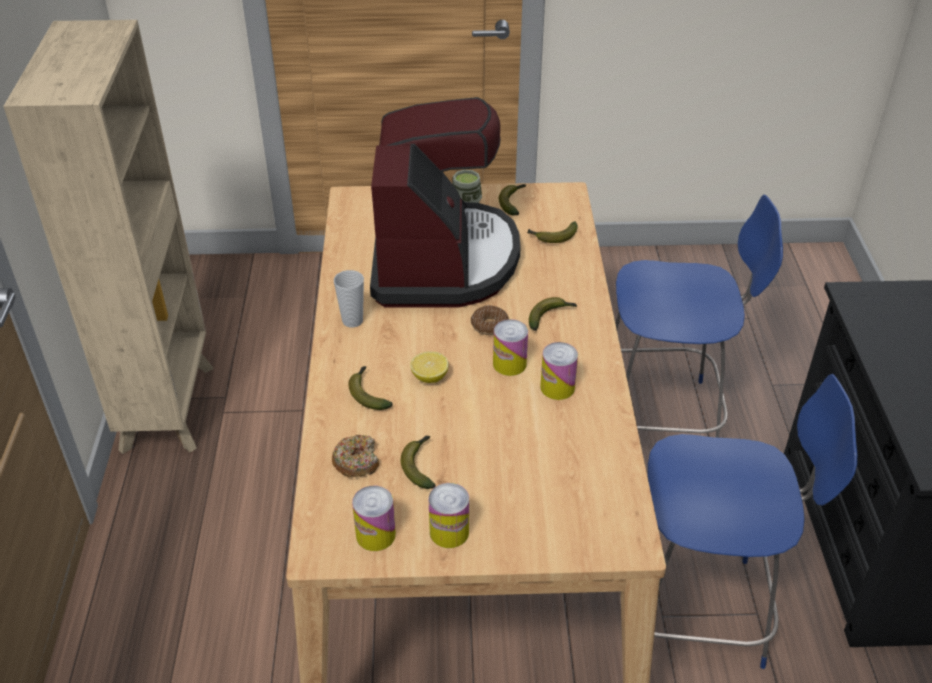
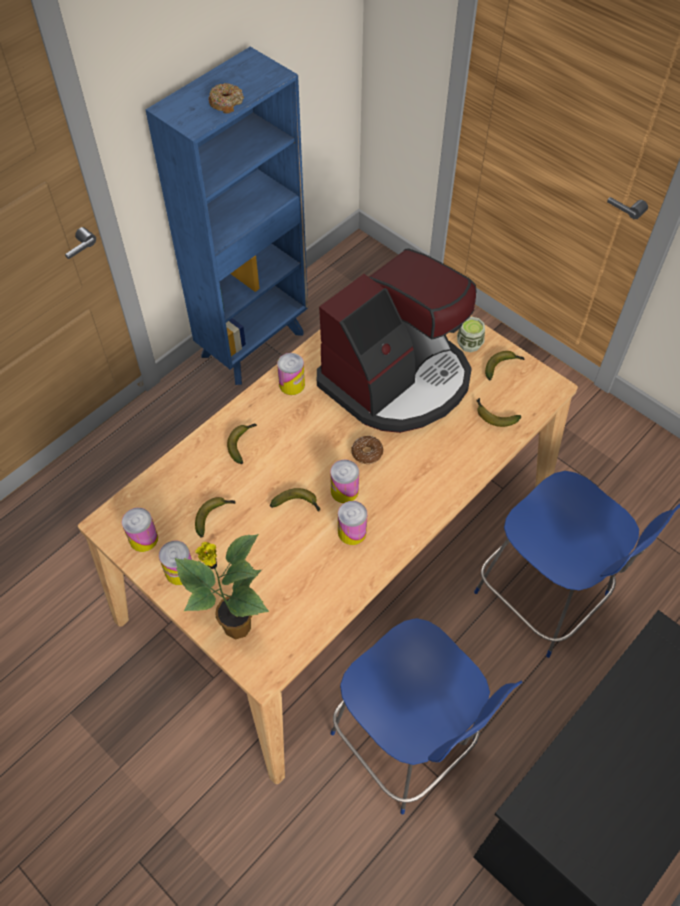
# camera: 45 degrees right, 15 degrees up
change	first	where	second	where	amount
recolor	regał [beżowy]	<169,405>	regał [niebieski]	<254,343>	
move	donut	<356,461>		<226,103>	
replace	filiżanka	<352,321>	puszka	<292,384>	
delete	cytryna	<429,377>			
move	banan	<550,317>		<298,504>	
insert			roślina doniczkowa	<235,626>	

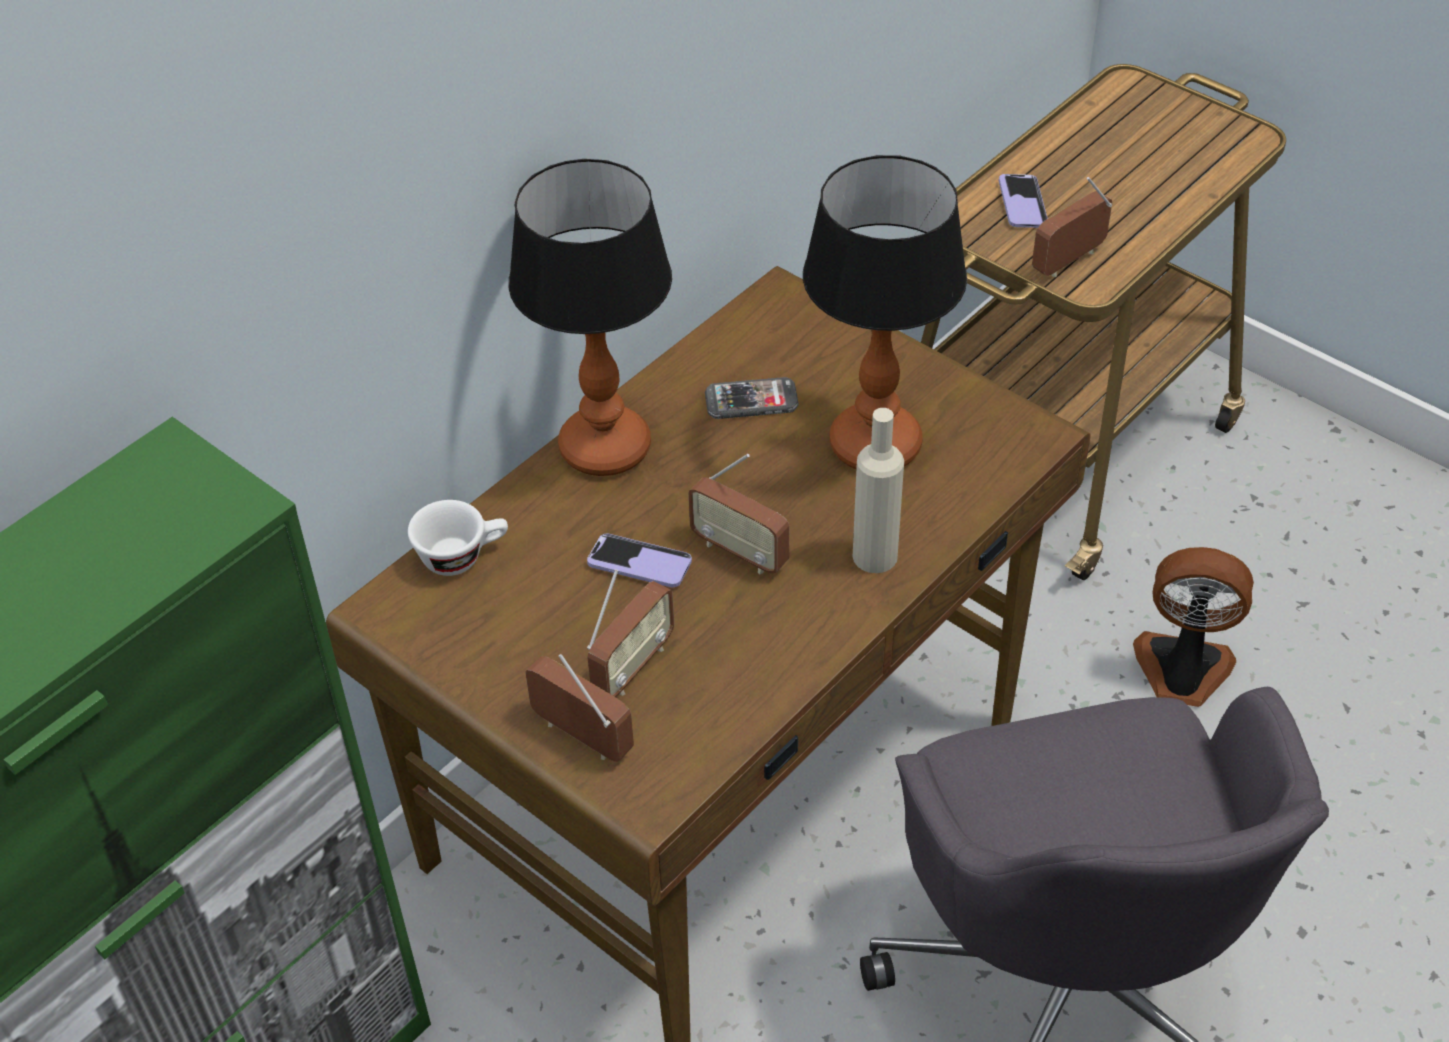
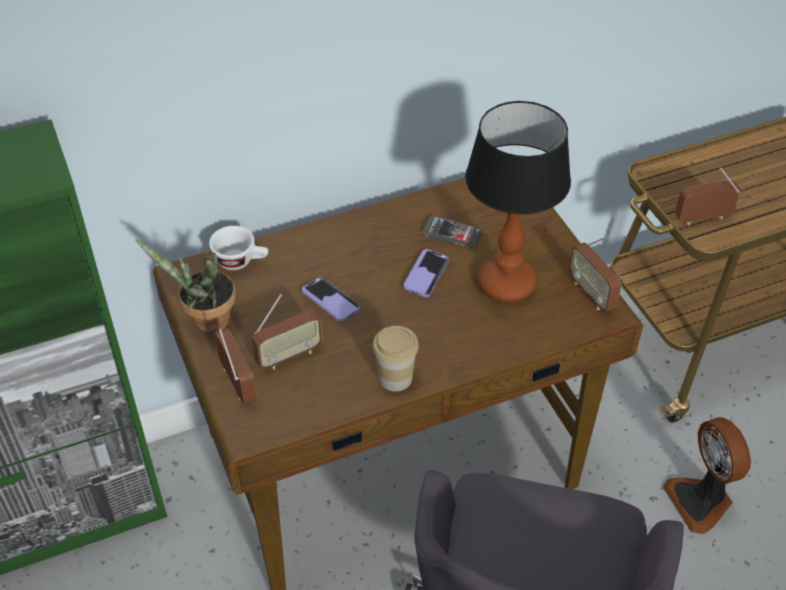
# camera: 25 degrees right, 0 degrees up
change	first	where	second	where	amount
delete	lampa stołowa	<605,449>			
move	radio	<740,552>		<591,294>	
delete	butelka [beżowy]	<875,556>			
move	telefon	<1022,203>		<426,274>	
rotate	wentylator	<1181,672>		<701,501>	150 degrees counterclockwise
insert			roślina doniczkowa	<206,322>	
insert			filiżanka	<395,378>	

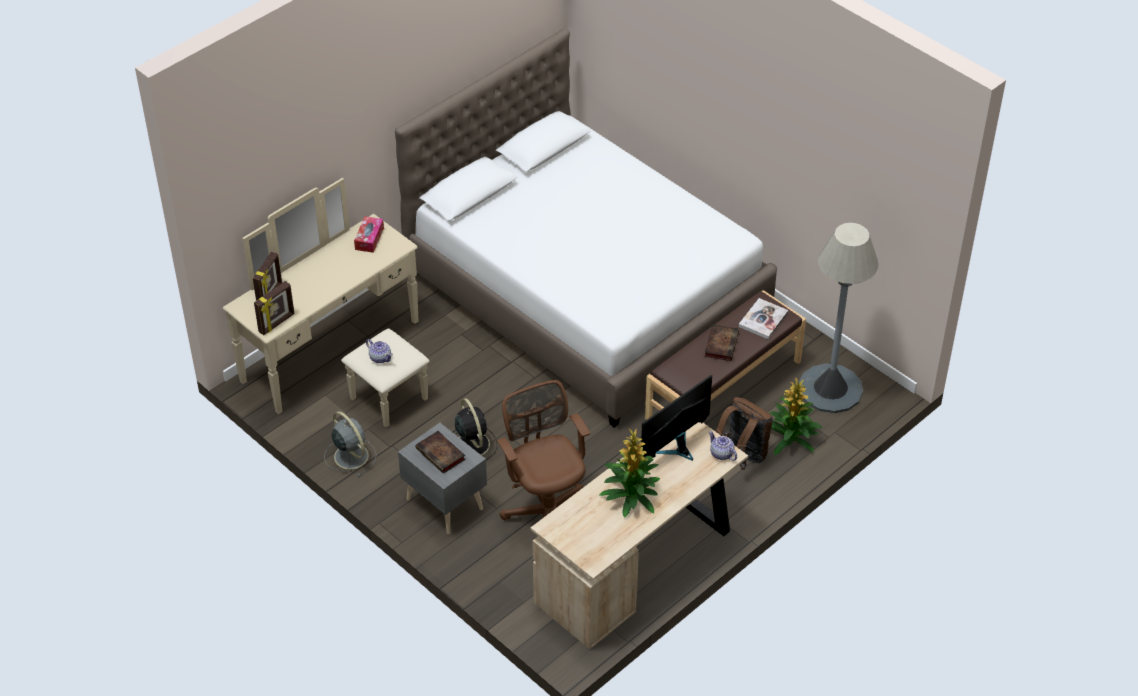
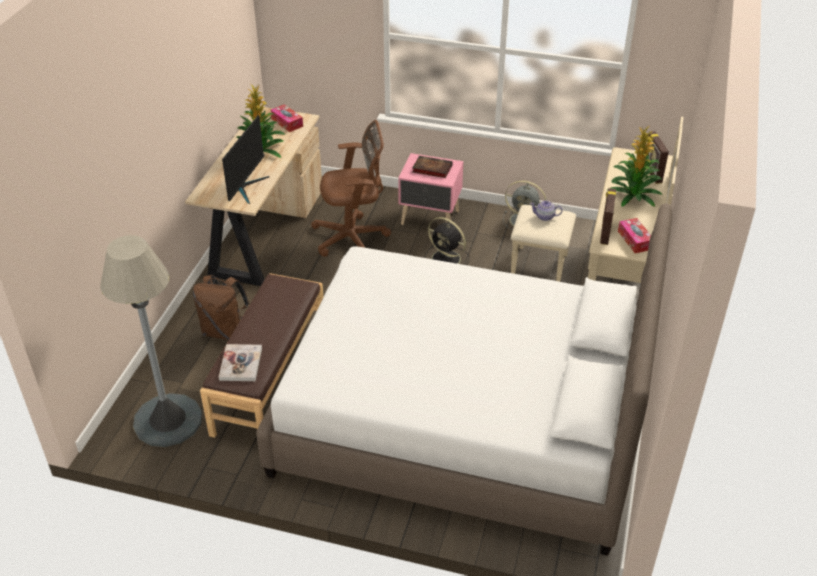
# camera: 150 degrees right, 5 degrees down
change	first	where	second	where	amount
move	ramka na zdjęcie	<277,323>		<604,232>	
recolor	szafka nocna [szary]	<445,502>	szafka nocna [różowy]	<430,219>	
rotate	krzesło biurowe [brązowy]	<546,513>		<353,238>	45 degrees counterclockwise
delete	książka	<721,344>			
delete	imbryk	<721,454>			
move	roślina doniczkowa	<791,437>		<633,195>	
insert			pudełko chusteczek	<287,122>	

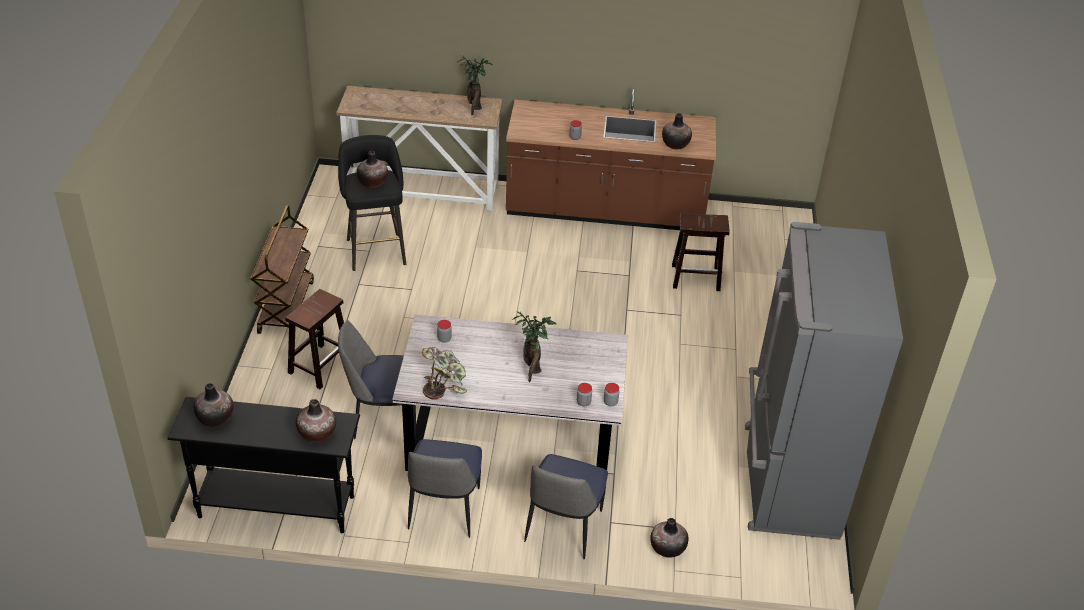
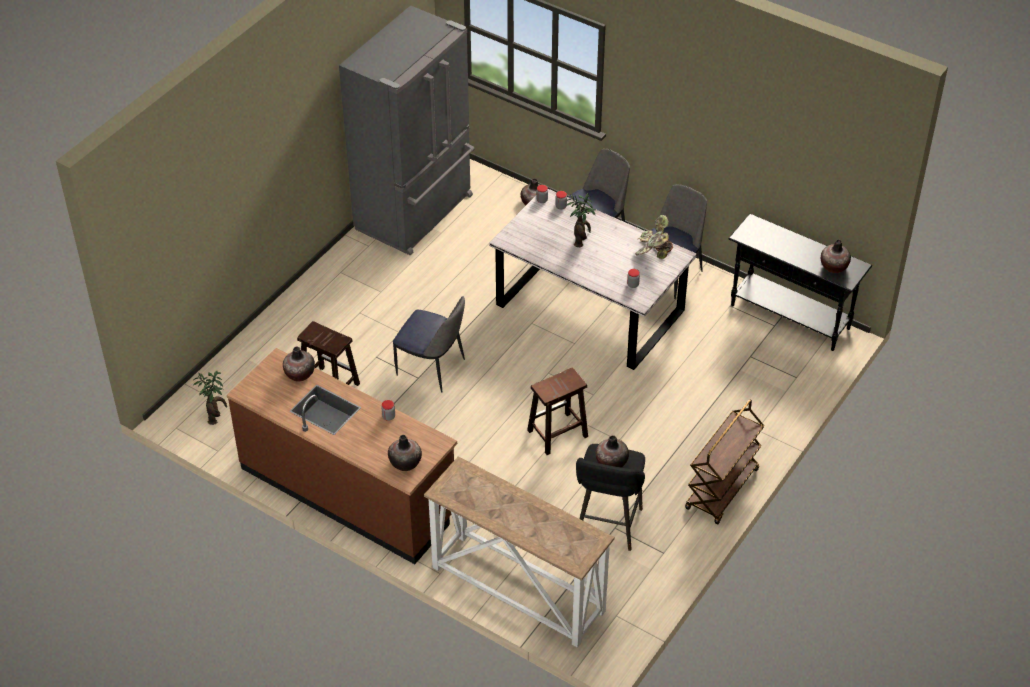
# camera: 150 degrees left, 5 degrees up
change	first	where	second	where	amount
move	stołek [brązowy]	<321,365>		<557,434>	
move	wazon	<317,433>		<405,463>	
move	krzesło	<383,417>		<432,368>	
move	roślina doniczkowa	<474,107>		<216,416>	

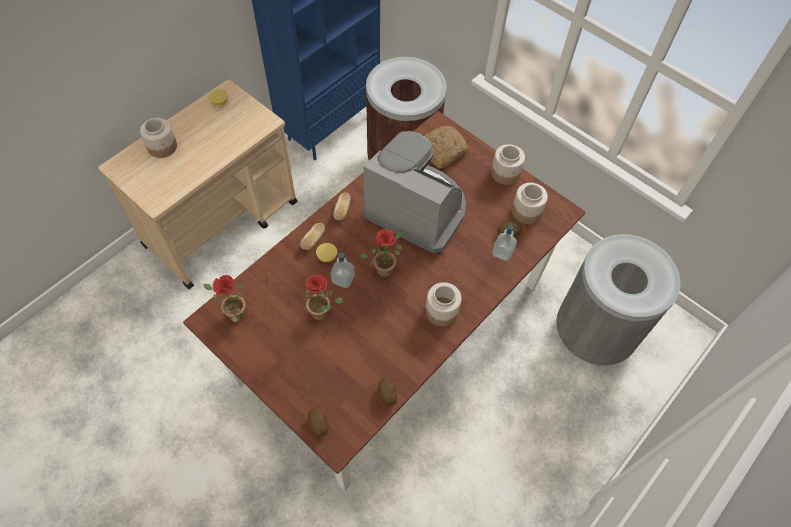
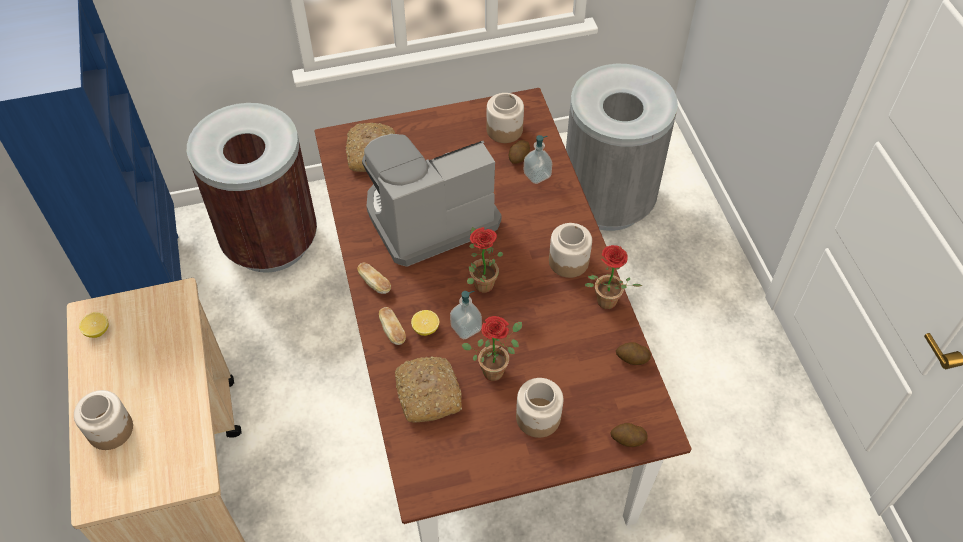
# camera: 55 degrees left, 5 degrees down
change	first	where	second	where	amount
move	roślina doniczkowa	<233,314>		<604,304>	
move	słoik	<505,173>		<538,417>	
insert			chleb	<427,393>	

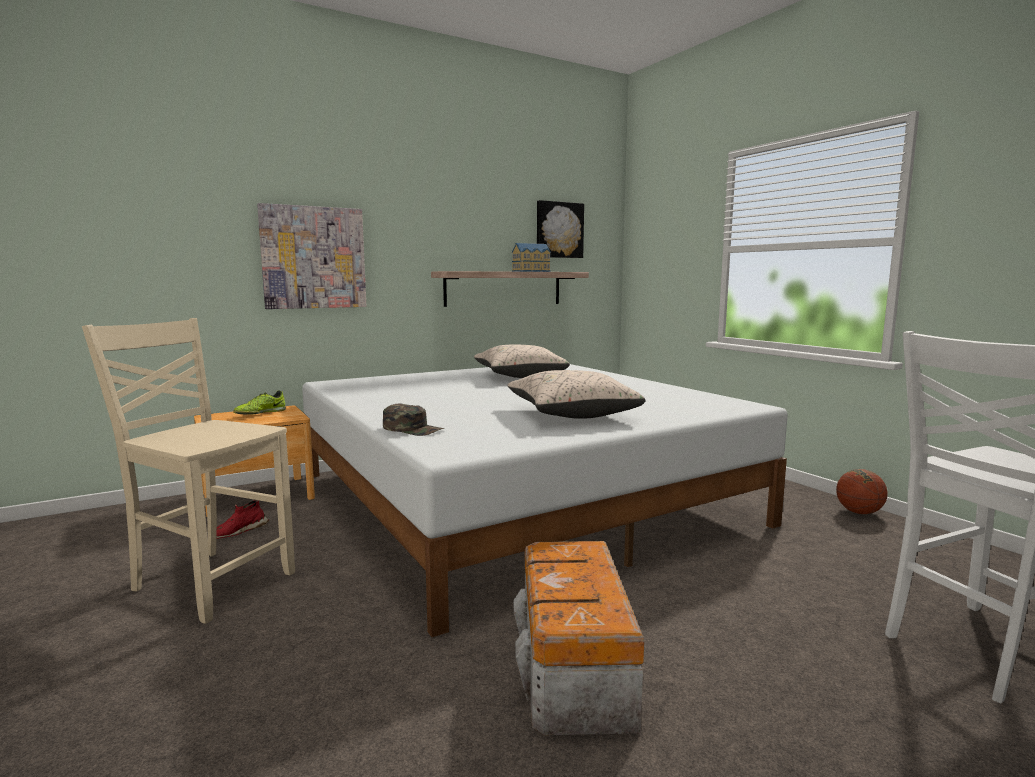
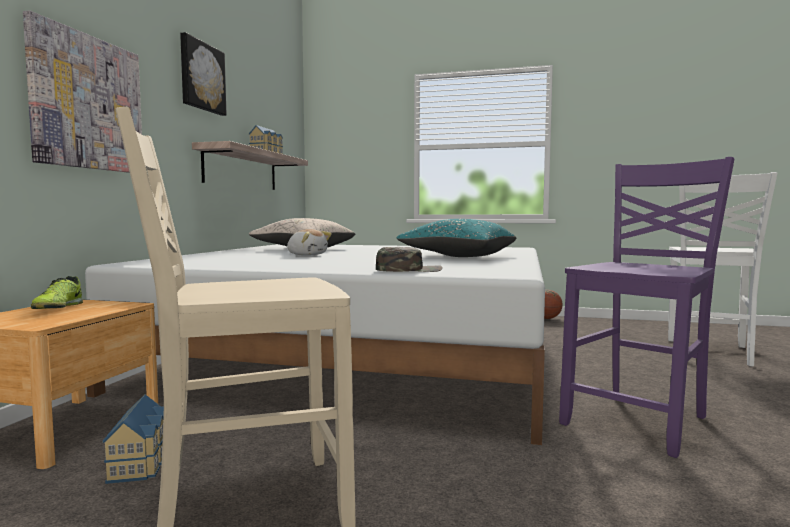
# camera: 45 degrees left, 5 degrees down
change	first	where	second	where	amount
replace	but [czerwony]	<238,531>	domek	<143,462>	
recolor	poduszka [beżowy]	<572,414>	poduszka [turkusowy]	<458,256>	
replace	pojemnik do przechowywania	<573,668>	krzesło [fioletowy]	<639,421>	
move	obraz	<559,230>		<201,77>	
insert			pluszak	<307,255>	

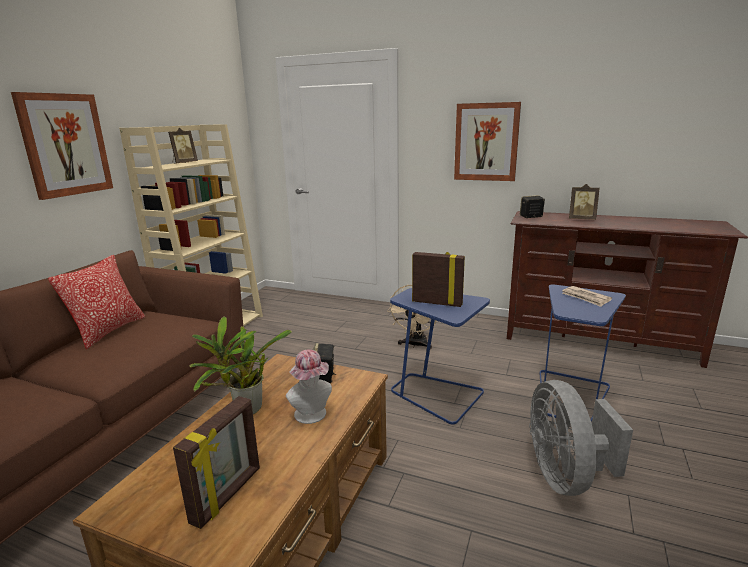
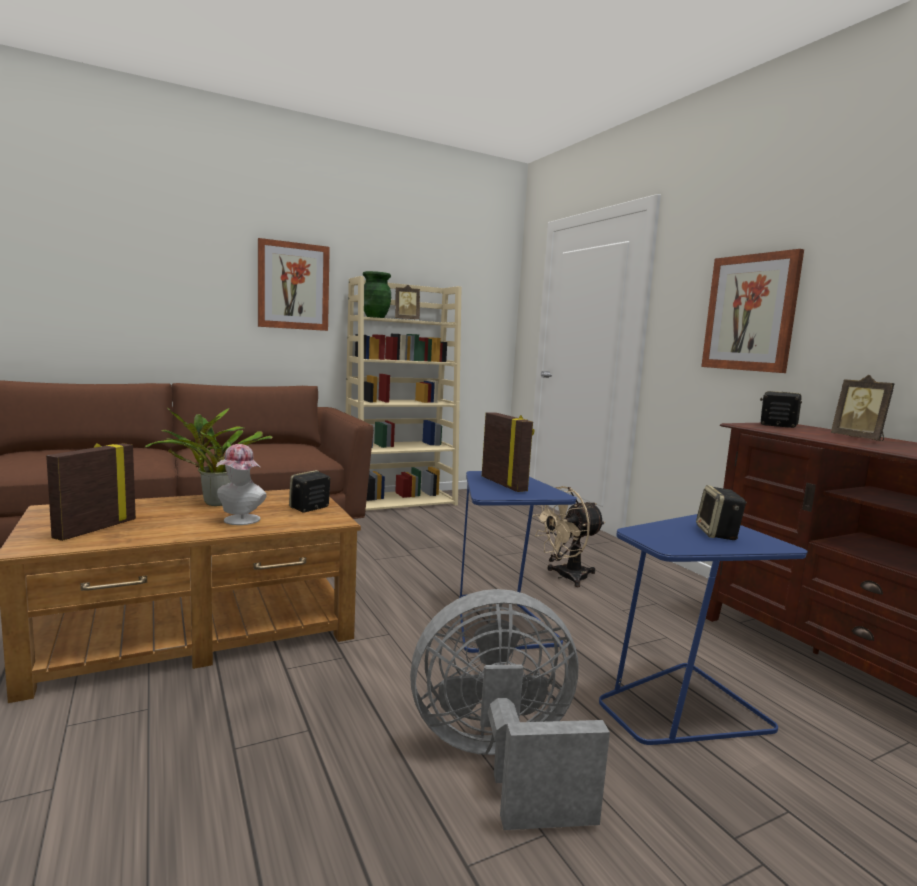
# camera: 40 degrees right, 10 degrees down
change	first	where	second	where	amount
delete	poduszka	<109,331>			
rotate	ramka na zdjęcie	<228,495>		<95,529>	135 degrees clockwise
rotate	wentylator [szary]	<565,476>		<499,763>	45 degrees clockwise
replace	gazeta	<585,298>	głośnik	<718,534>	
insert			wazon [zielony]	<375,317>	

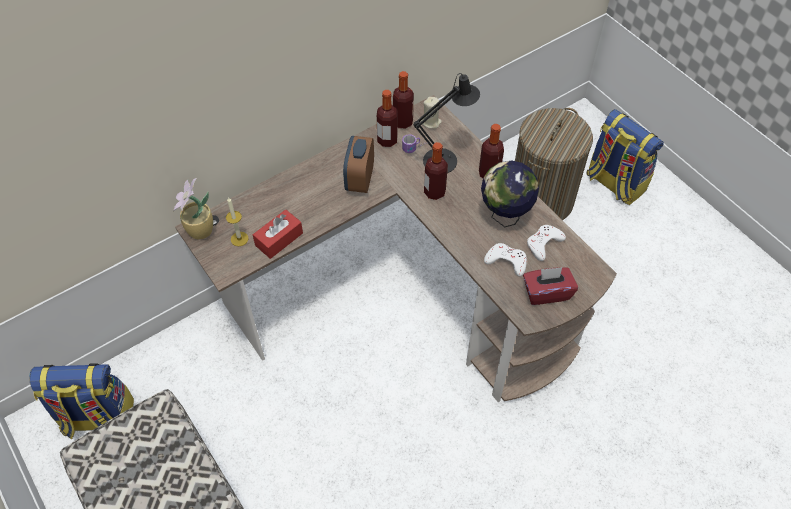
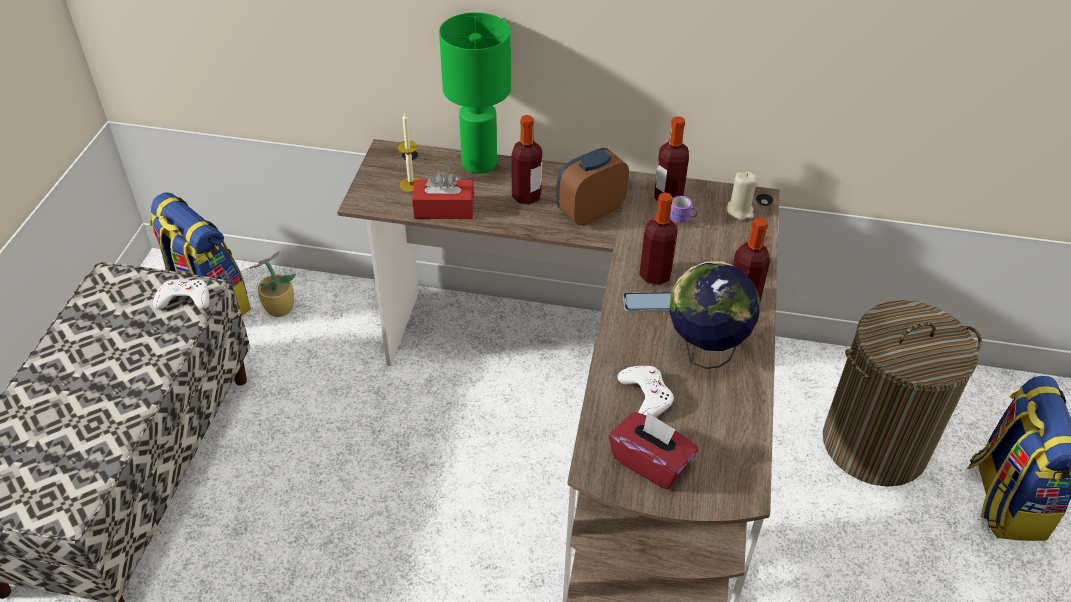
# camera: 45 degrees right, 10 degrees down
change	first	where	second	where	amount
move	roślina doniczkowa	<200,231>		<278,309>	
move	butelka	<402,122>		<526,196>	
delete	lampa stołowa [czarny]	<445,159>			
move	pad do gier [biały]	<543,244>		<184,299>	
insert			lampa stołowa [zielony]	<480,163>	
insert			telefon	<649,303>	

